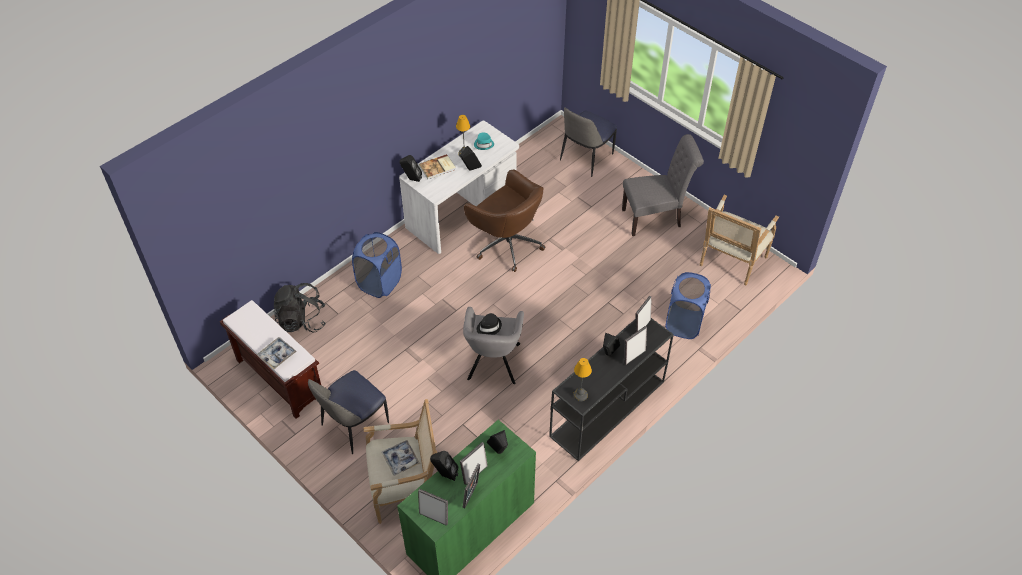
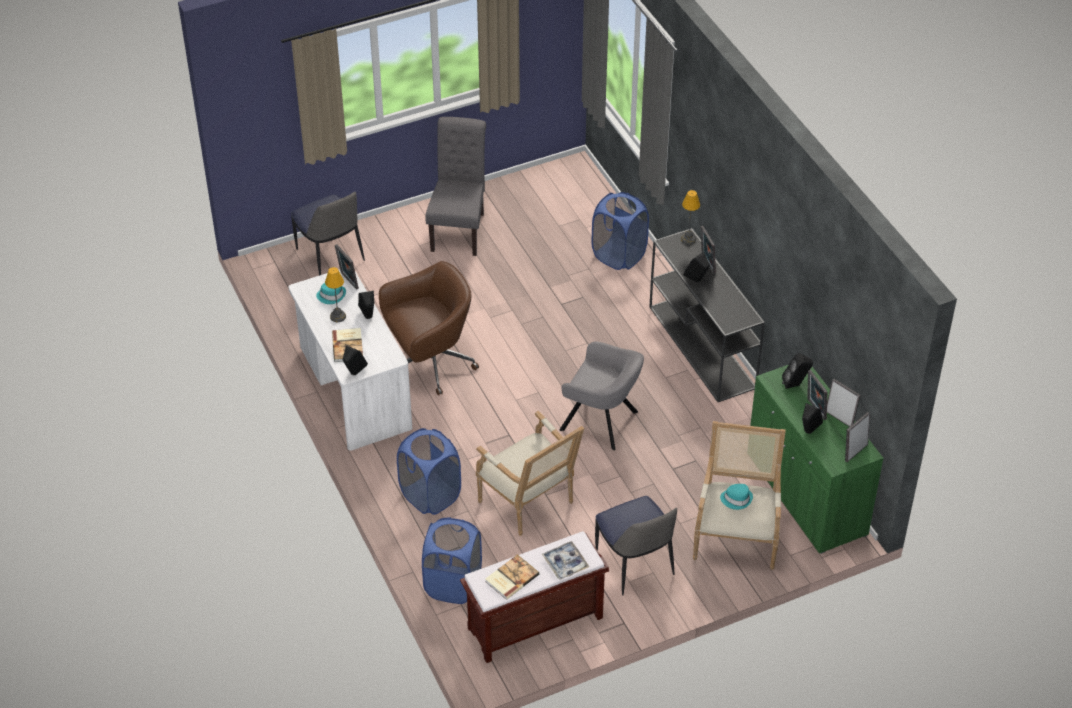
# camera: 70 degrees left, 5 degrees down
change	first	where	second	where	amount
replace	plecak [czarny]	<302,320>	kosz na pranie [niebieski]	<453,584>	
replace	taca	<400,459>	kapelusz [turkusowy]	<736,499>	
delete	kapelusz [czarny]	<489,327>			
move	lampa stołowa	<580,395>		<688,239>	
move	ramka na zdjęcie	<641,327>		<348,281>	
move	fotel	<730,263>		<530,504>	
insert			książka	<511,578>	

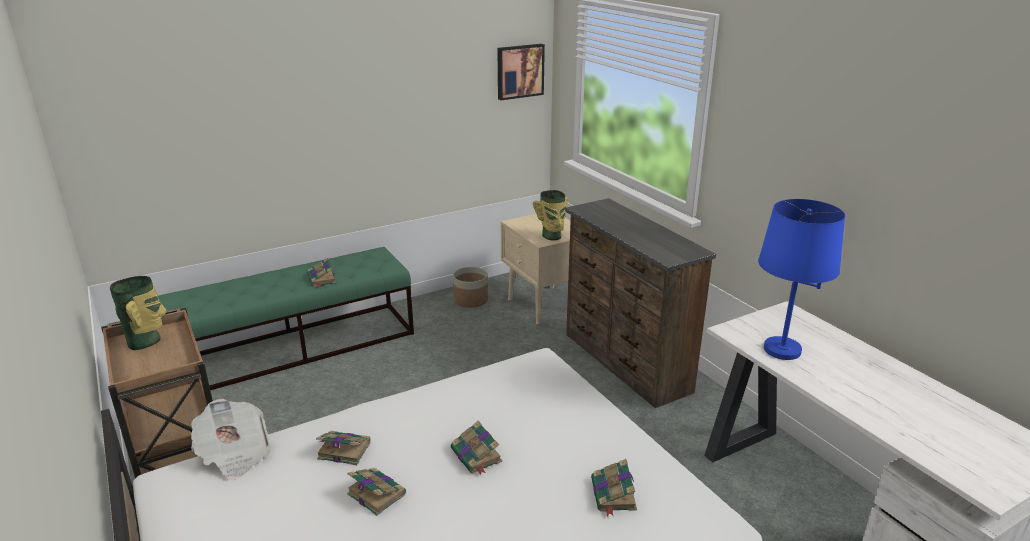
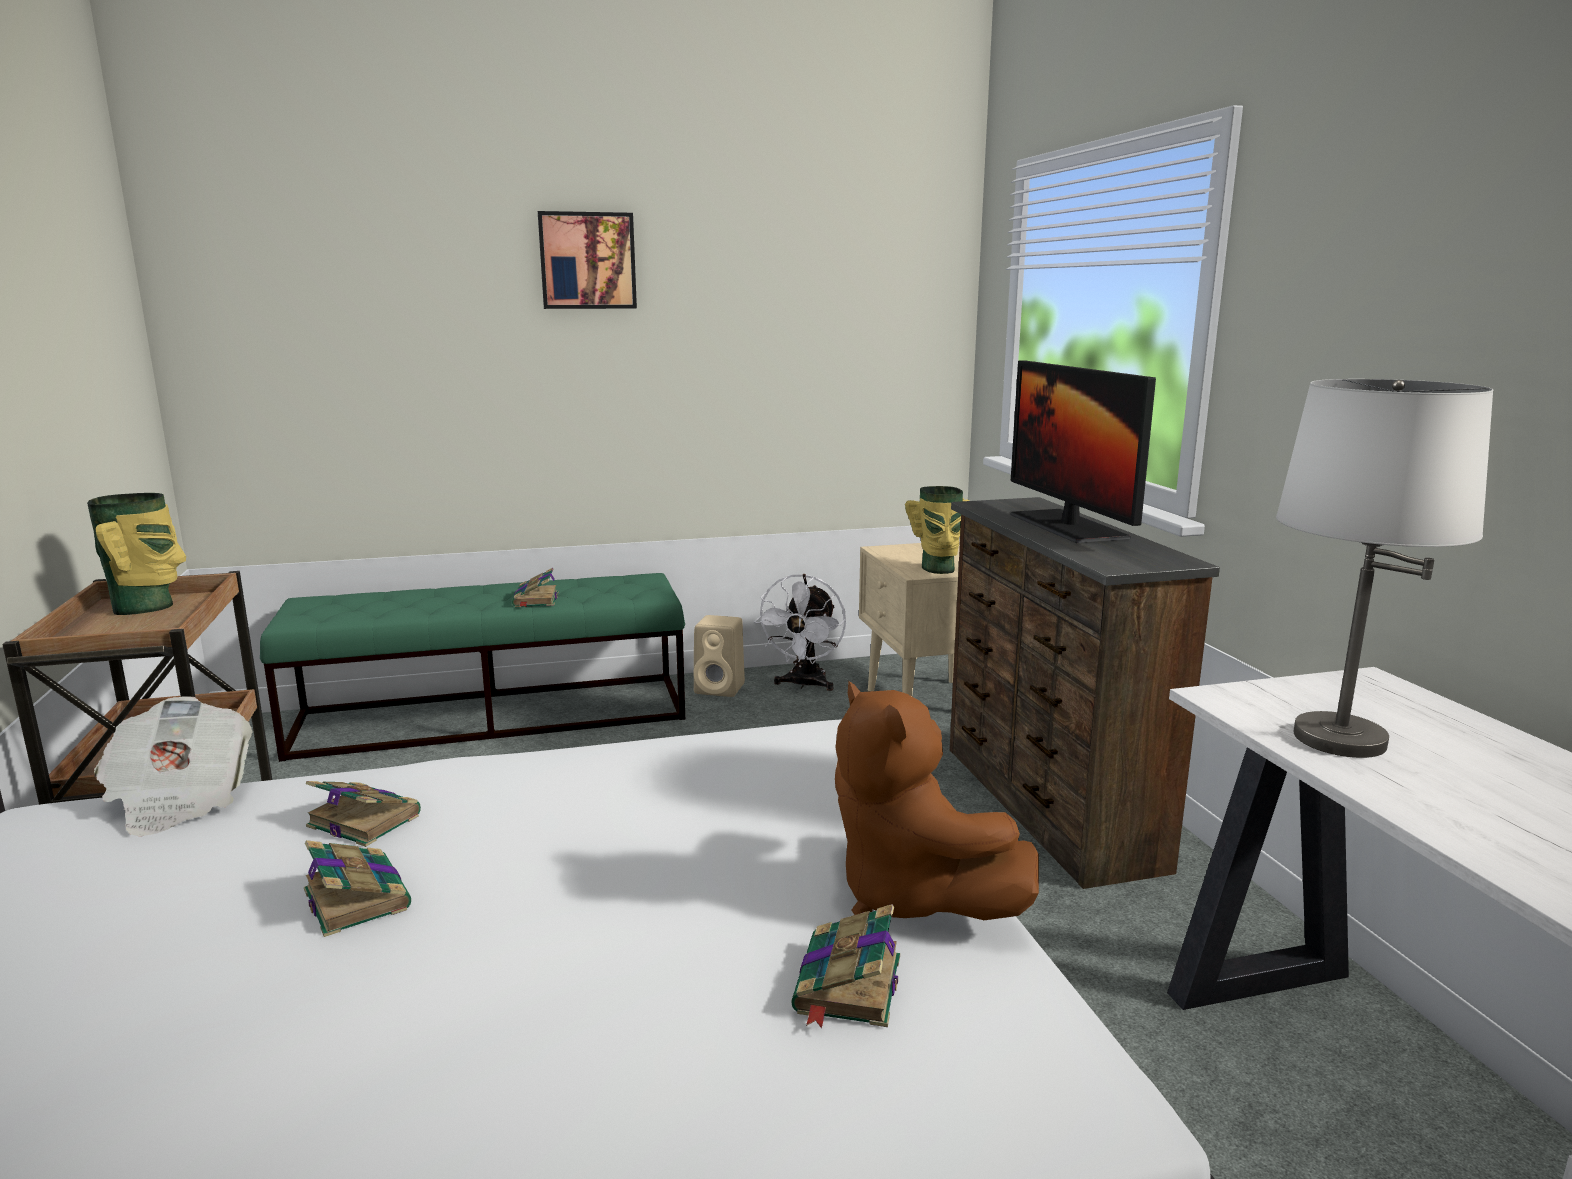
# camera: 15 degrees right, 10 degrees down
change	first	where	second	where	amount
delete	książka	<476,456>			
replace	donica	<471,300>	wentylator [biały]	<804,685>	
move	obraz	<519,71>		<587,261>	
recolor	lampa stołowa [niebieski]	<781,350>	lampa stołowa [biały]	<1338,740>	
insert			głośnik [beżowy]	<721,688>	
insert			pluszak [brązowy]	<911,896>	
insert			monitor	<1067,526>	

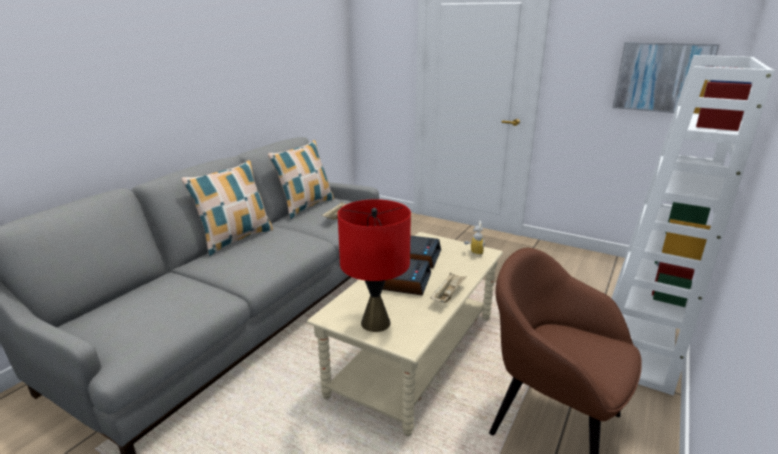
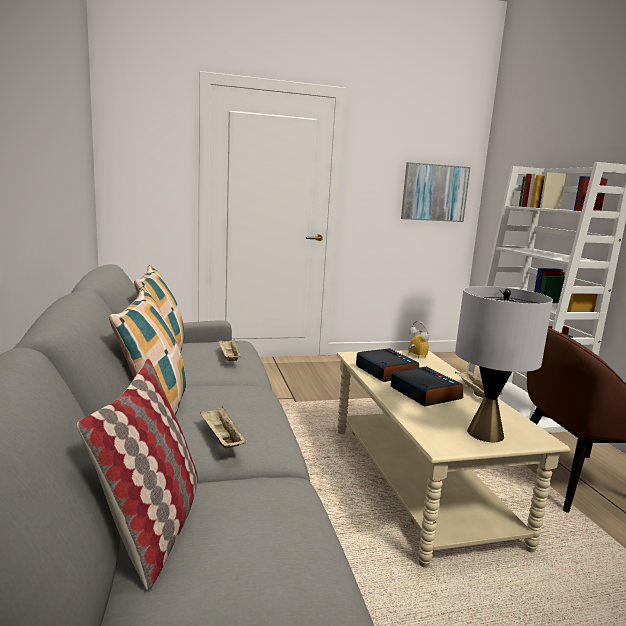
# camera: 45 degrees left, 10 degrees down
change	first	where	second	where	amount
recolor	lampa stołowa [czerwony]	<375,323>	lampa stołowa [szary]	<485,434>	
insert			poduszka	<154,527>	
insert			taca [beżowy]	<221,439>	

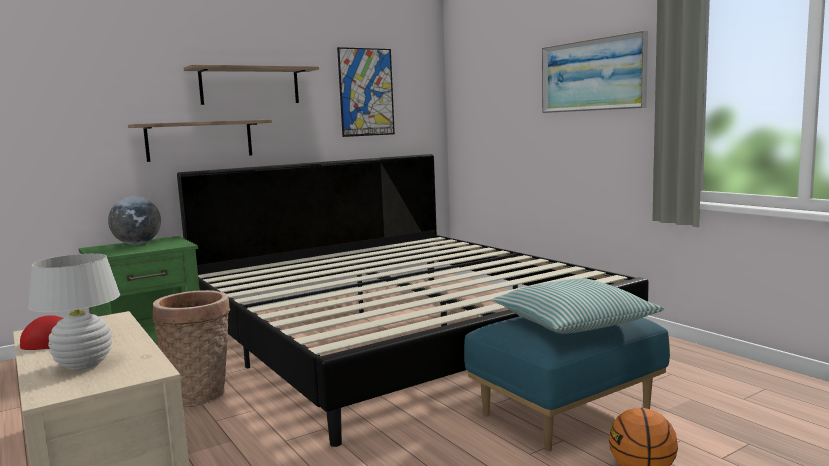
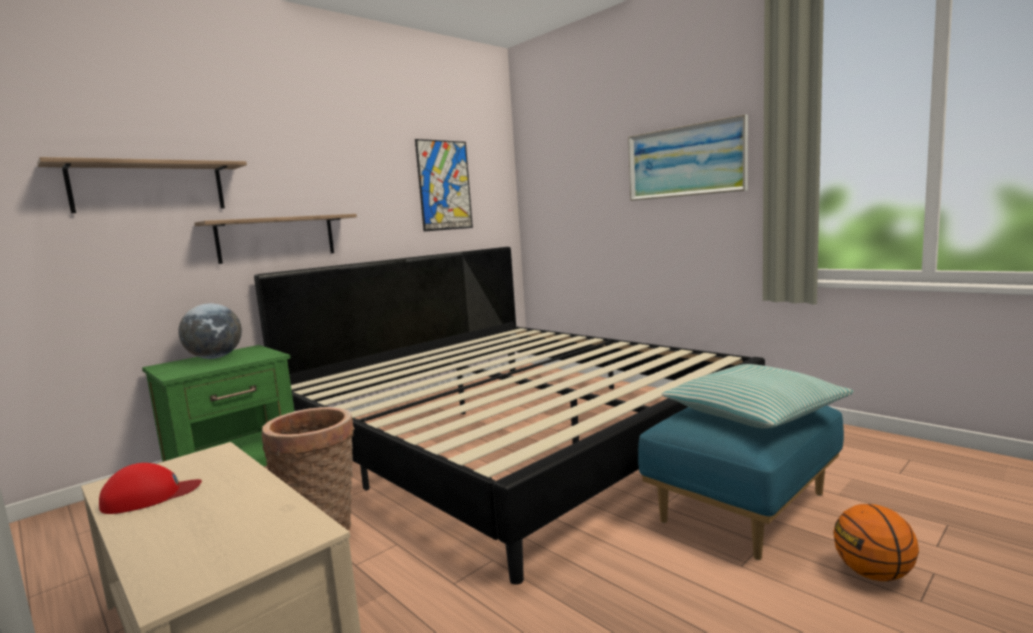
# camera: 10 degrees left, 0 degrees up
change	first	where	second	where	amount
delete	lampa stołowa [biały]	<83,364>			
move	półka	<250,86>		<149,187>	

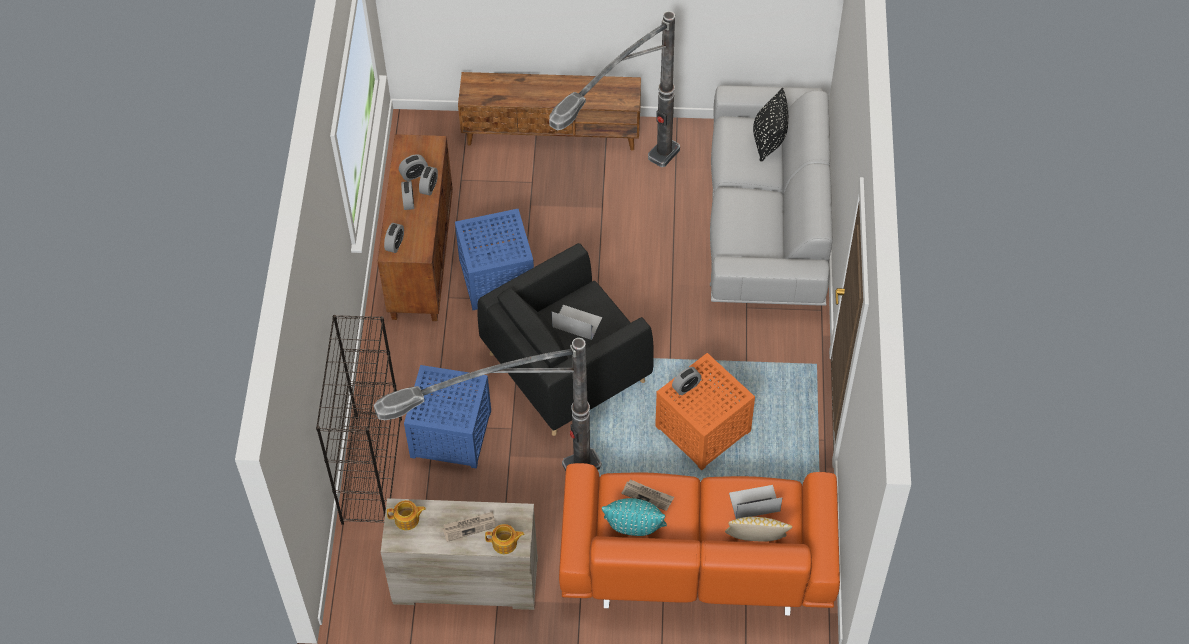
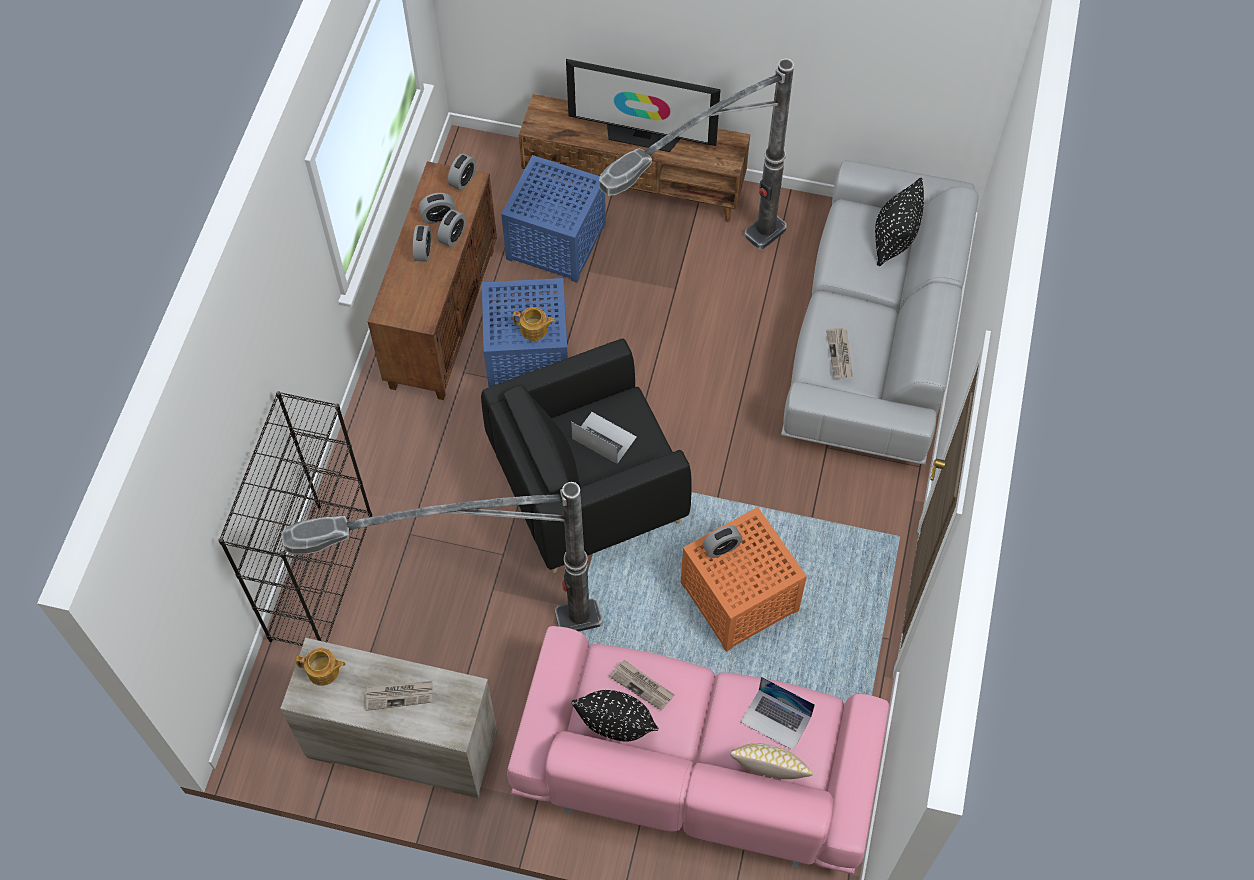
# camera: 10 degrees right, 5 degrees up
change	first	where	second	where	amount
move	budzik	<395,244>		<463,180>	
move	stolik [niebieski]	<450,432>		<555,240>	
move	imbryk	<505,543>		<534,330>	
recolor	kanapa [pomarańczowy]	<696,558>	kanapa [różowy]	<695,767>	
recolor	poduszka [turkusowy]	<634,529>	poduszka [czarny]	<616,726>	
rotate	laptop	<754,502>		<776,719>	150 degrees counterclockwise
insert			telewizor	<642,135>	
insert			gazeta	<840,354>	

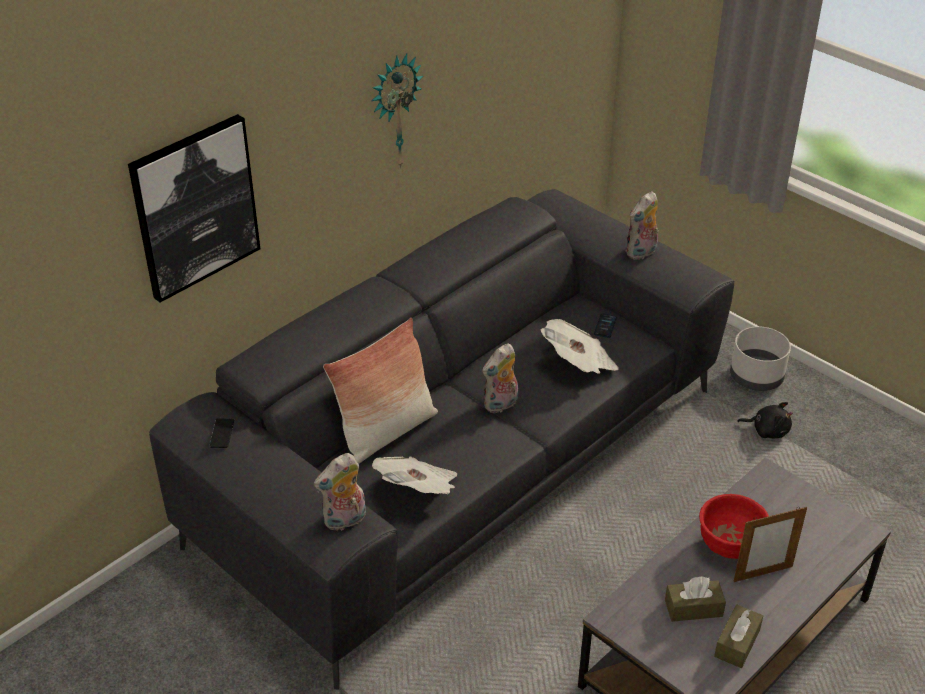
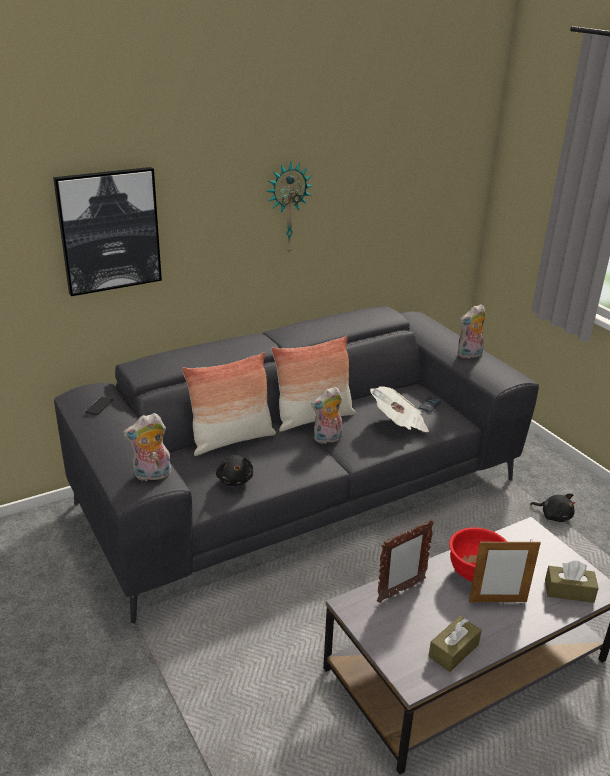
# camera: 15 degrees right, 10 degrees down
change	first	where	second	where	amount
replace	gazeta	<418,490>	pluszak [czarny]	<235,479>	
move	pudełko chusteczek [brązowy]	<693,608>		<569,591>	
delete	donica [szary]	<757,377>			
insert			poduszka	<313,418>	
insert			ramka na zdjęcie	<400,591>	

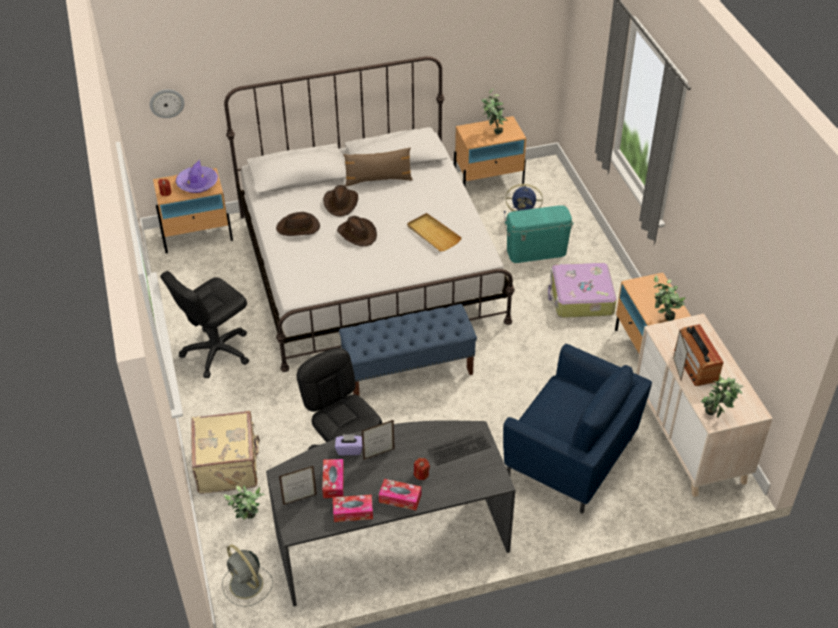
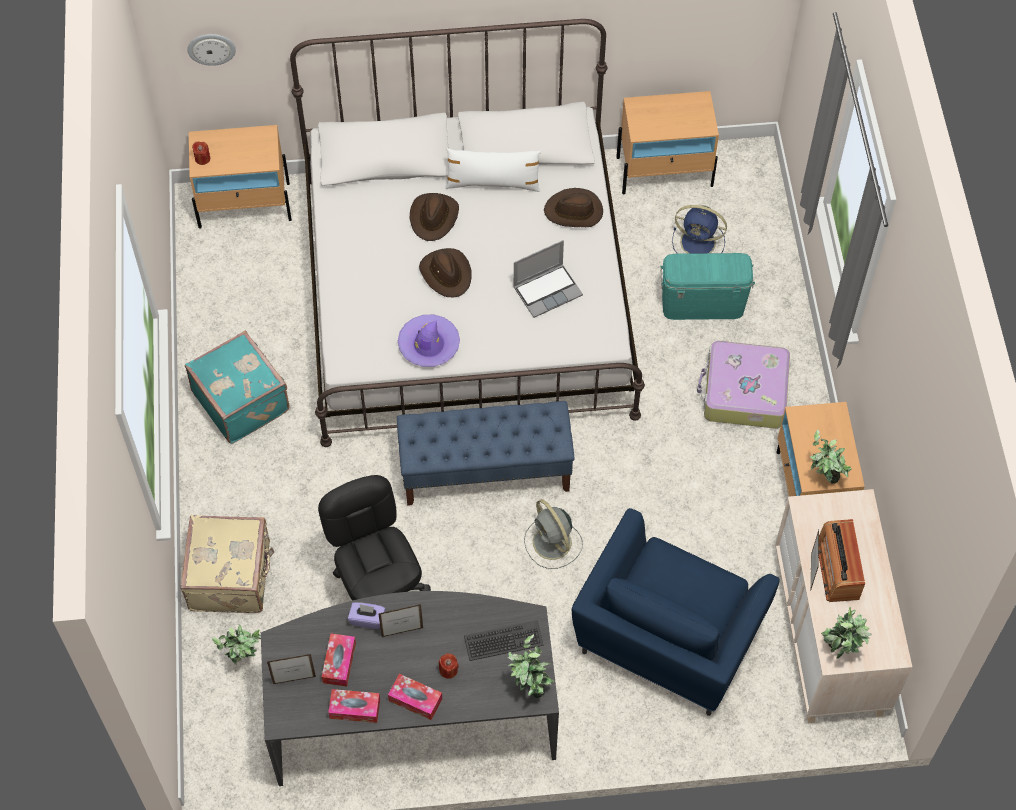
# camera: 10 degrees right, 15 degrees up
change	first	where	second	where	amount
replace	krzesło biurowe [czarny]	<216,351>	walizka [turkusowy]	<242,400>	
move	kapelusz [fioletowy]	<197,183>		<429,345>	
move	wentylator [szary]	<247,585>		<553,543>	
move	kapelusz [brązowy]	<298,228>		<574,211>	
recolor	poduszka [brązowy]	<378,179>	poduszka [biały]	<493,183>	
replace	taca [beżowy]	<433,234>	laptop	<548,290>	
move	roślina doniczkowa	<493,131>		<529,687>	
rotate	fotel [niebieski]	<571,459>		<666,641>	75 degrees clockwise

